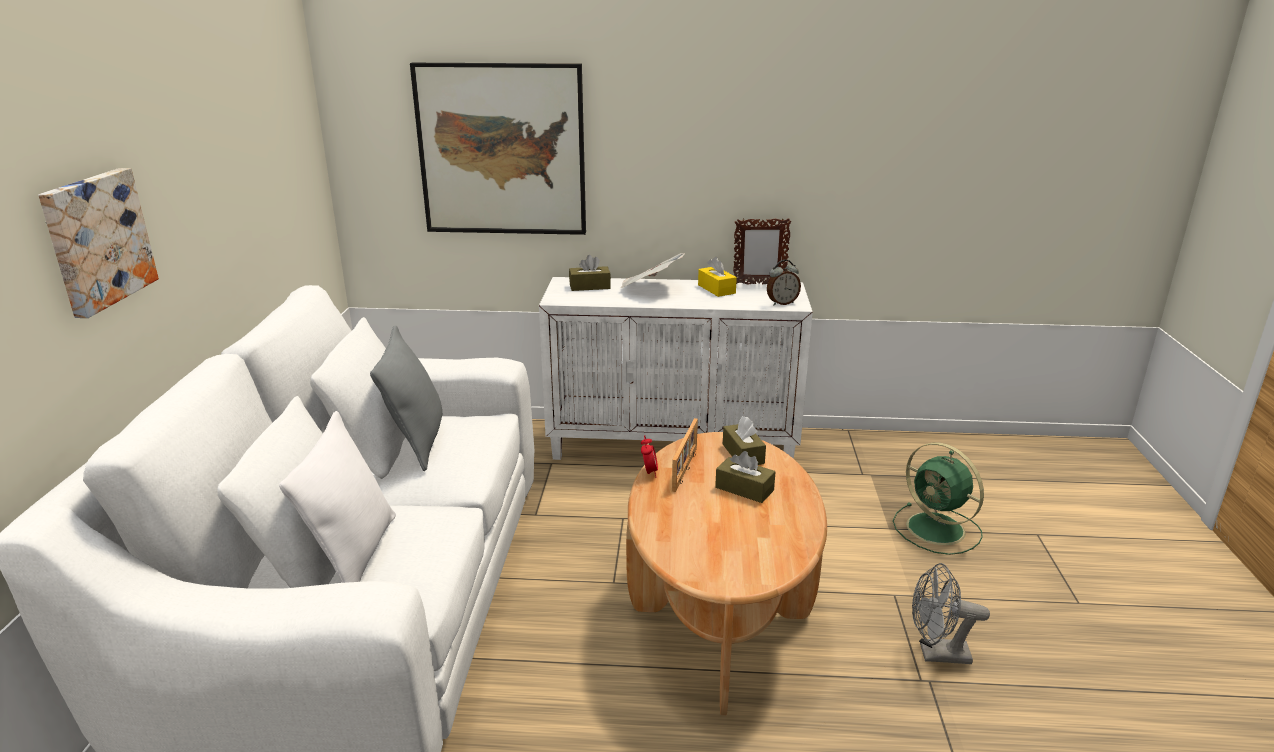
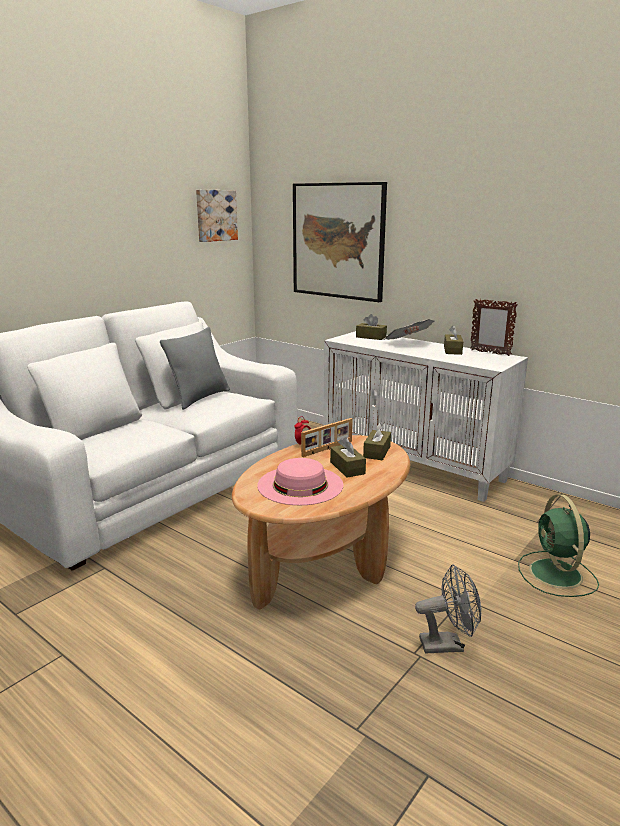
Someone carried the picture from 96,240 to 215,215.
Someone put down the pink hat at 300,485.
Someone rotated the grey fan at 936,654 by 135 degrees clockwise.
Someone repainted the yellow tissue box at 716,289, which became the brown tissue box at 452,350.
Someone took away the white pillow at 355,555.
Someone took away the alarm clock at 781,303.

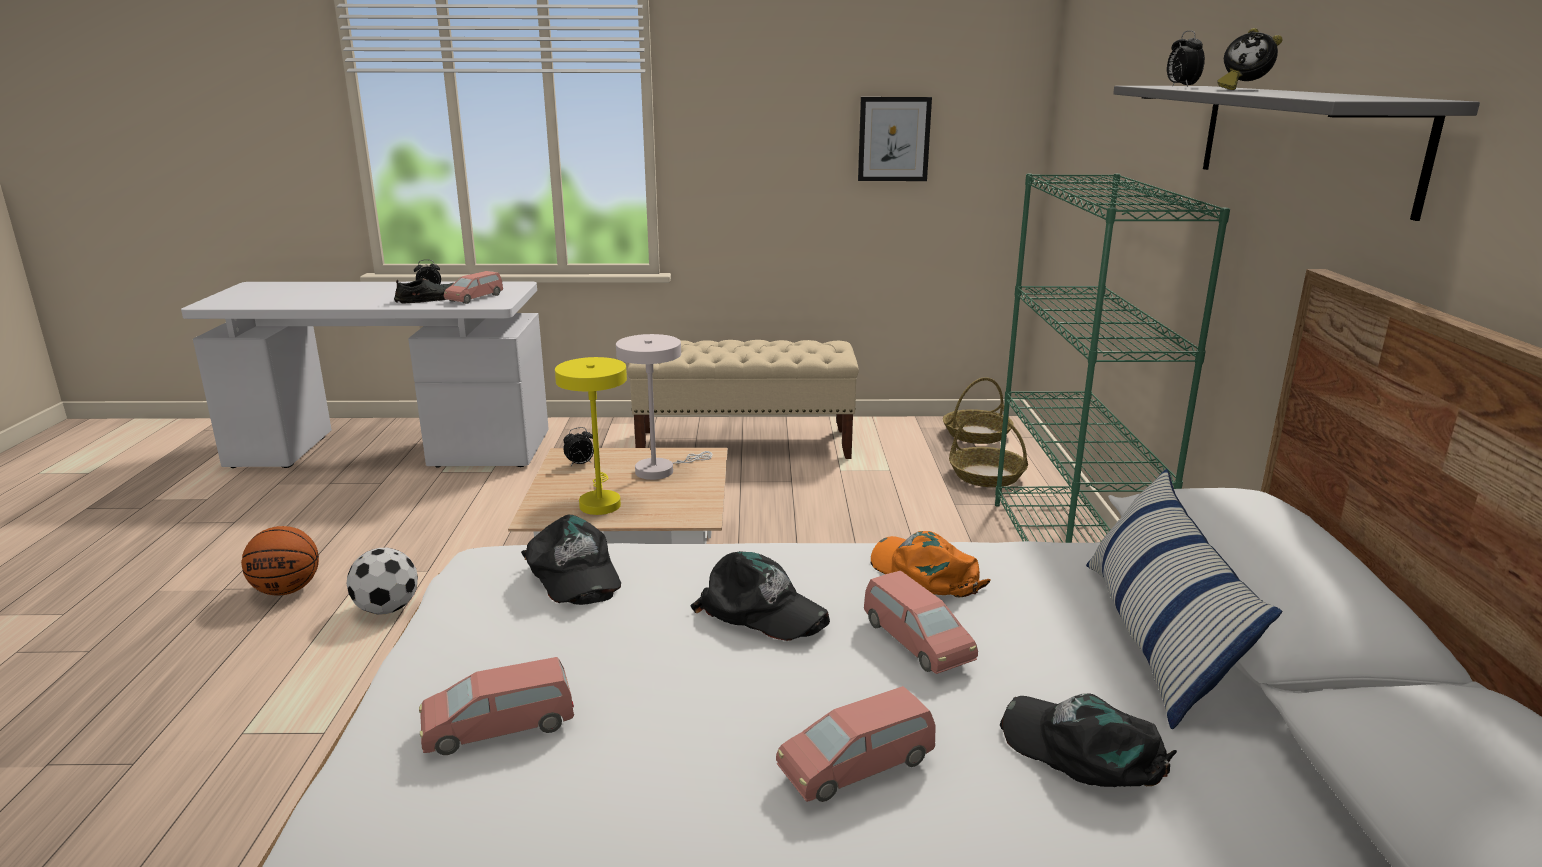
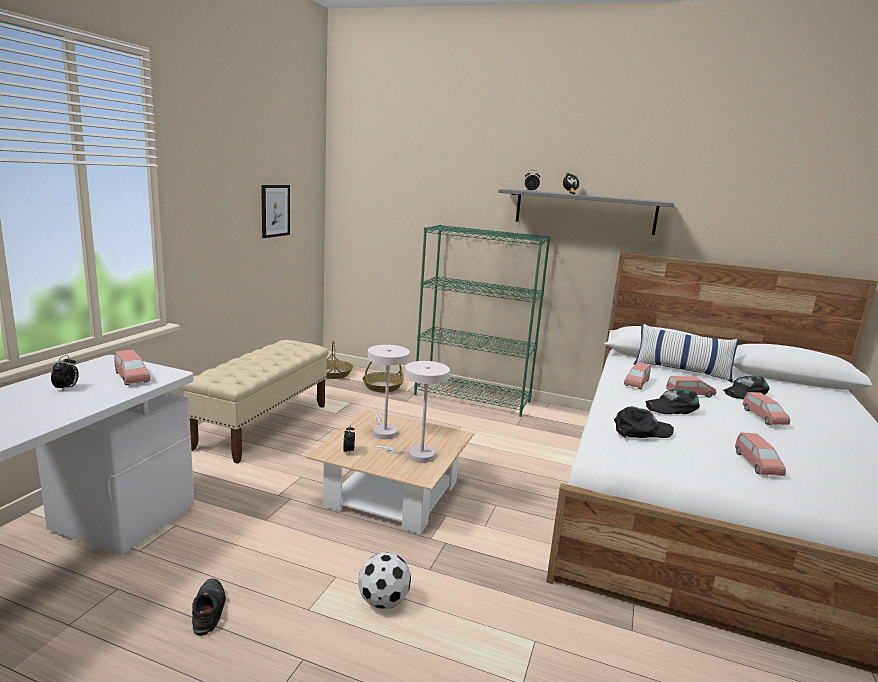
Someone carried the black shoe from 429,298 to 208,609.
Someone repainted the yellow table lamp at 599,502, which became the white table lamp at 416,455.
Someone swapped the orange cap at 924,573 for the pink toy car at 636,383.
Someone rotated the black cap at 761,610 by 150 degrees counterclockwise.
Someone took away the basketball at 287,590.

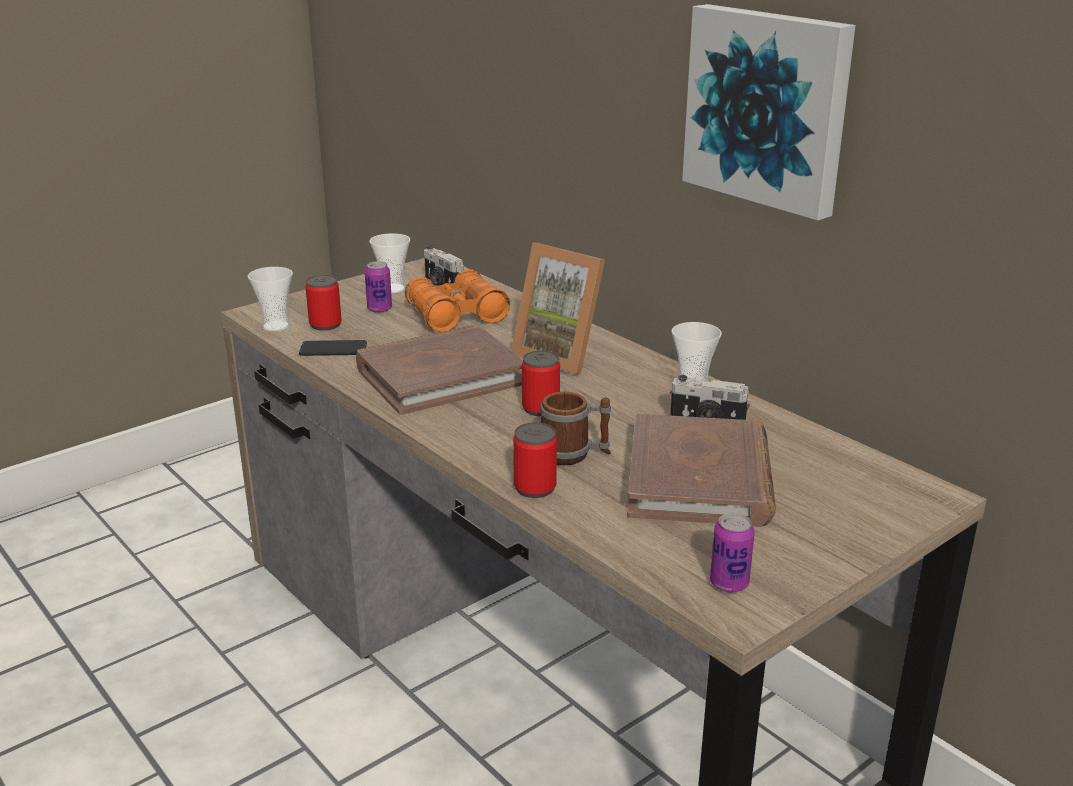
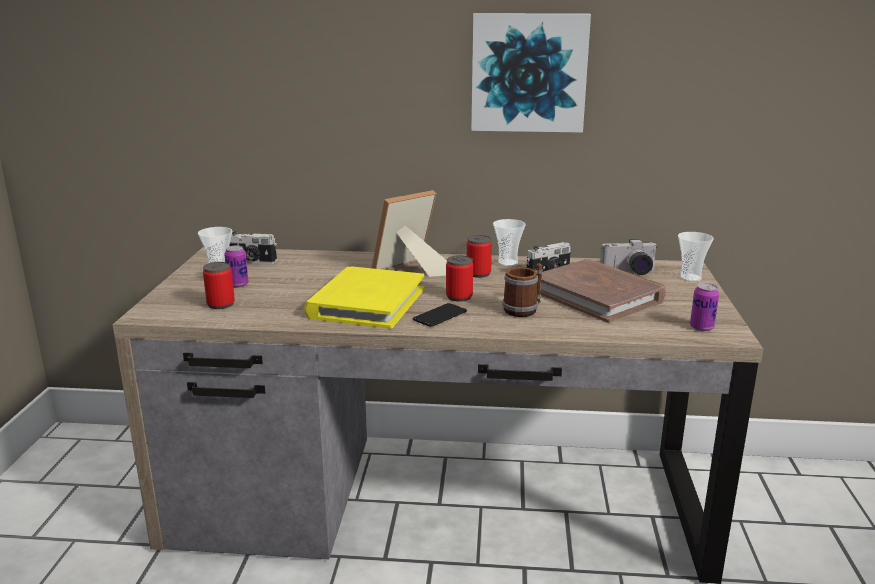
Someone repainted the brown book at 440,376, which became the yellow book at 367,303.
Someone rotated the picture frame at 562,354 by 150 degrees clockwise.
Someone carried the phone from 333,349 to 440,316.
Someone carried the can from 535,488 to 478,273.
Someone put down the photo camera at 629,272.
Someone carried the cup from 276,326 to 690,278.
Someone took away the orange binoculars at 456,315.

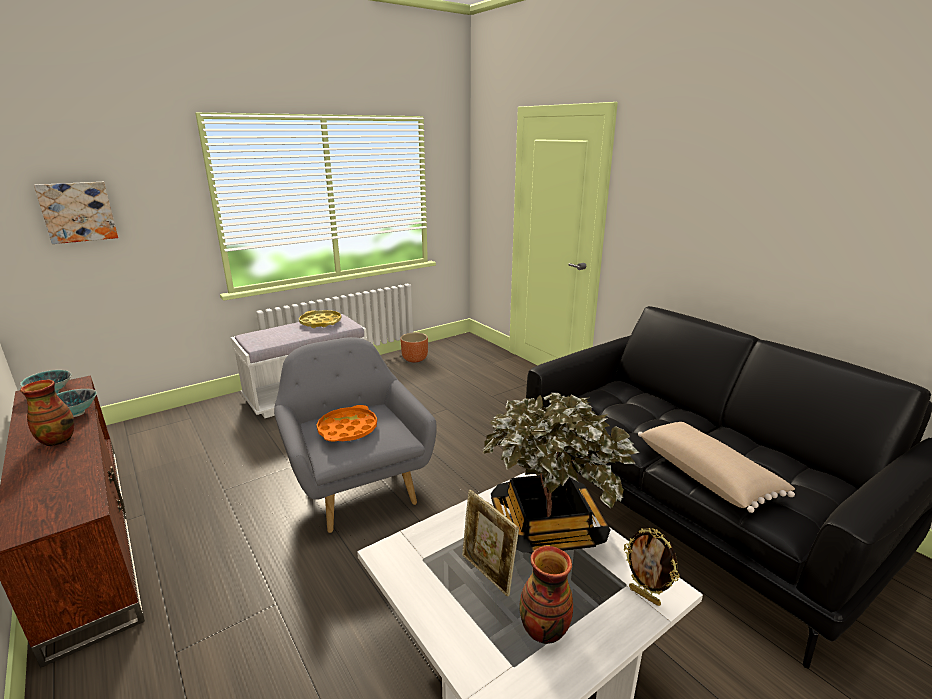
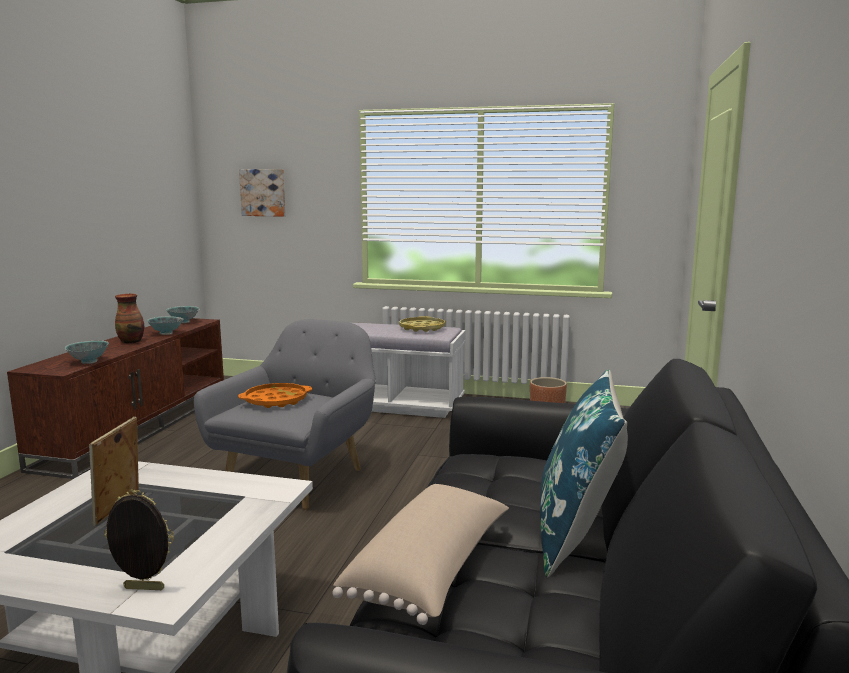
Someone put down the bowl at 89,362.
Someone rotated the picture frame at 645,596 by 90 degrees clockwise.
Someone put down the blue pillow at 576,535.
Someone took away the potted plant at 546,525.
Someone took away the vase at 543,630.

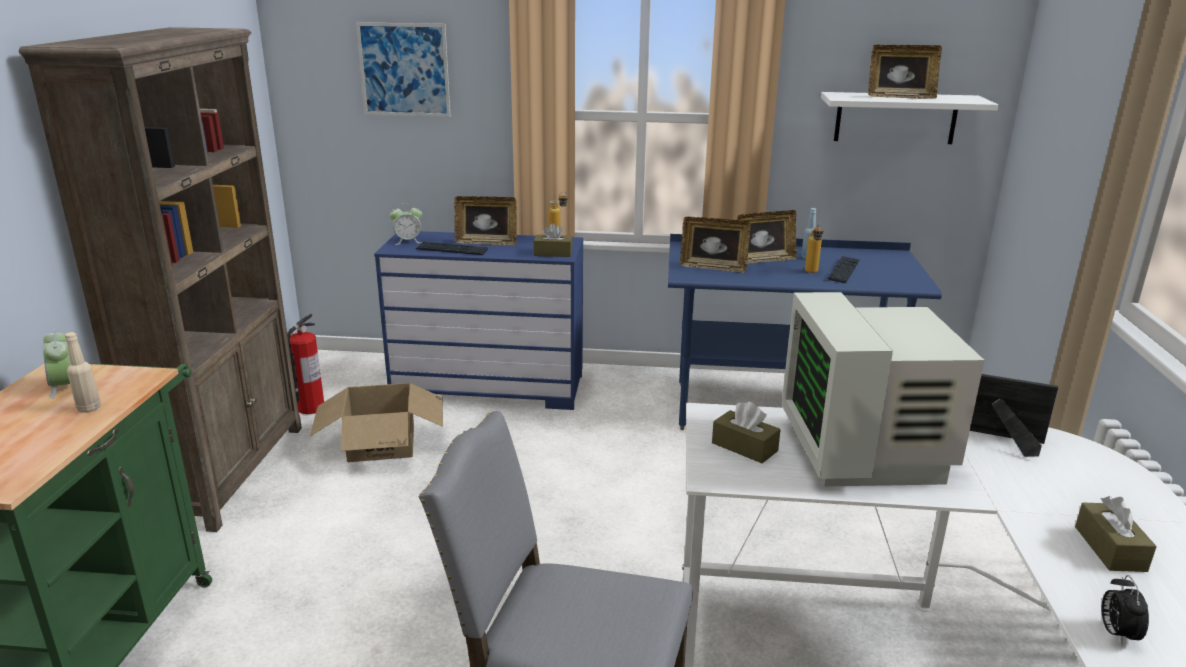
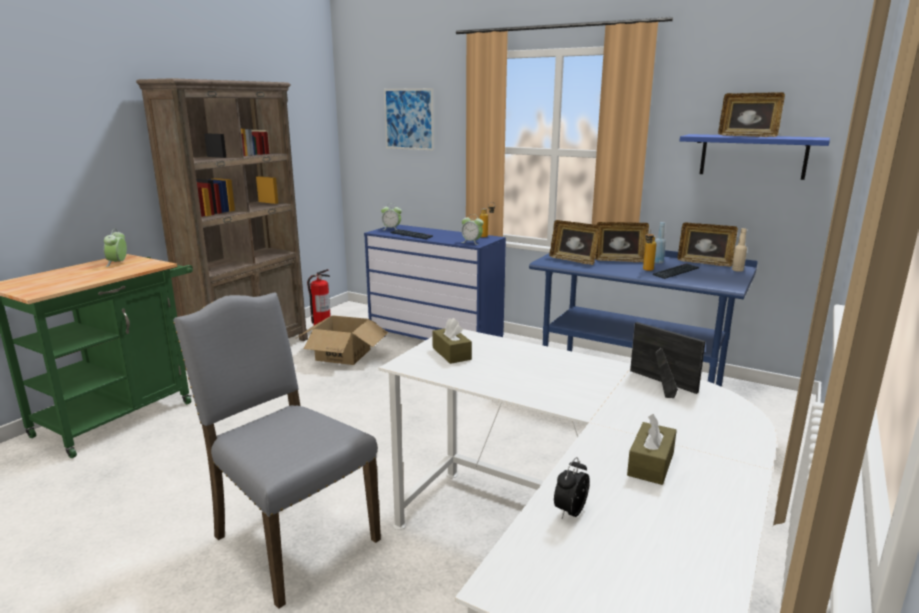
Someone swapped the brown tissue box at 553,253 for the alarm clock at 472,242.
Someone carried the picture frame from 486,242 to 704,263.
Someone repainted the white shelf at 895,118, which became the blue shelf at 753,156.
Someone carried the beige bottle from 89,408 to 737,270.
Someone took away the monitor at 866,452.

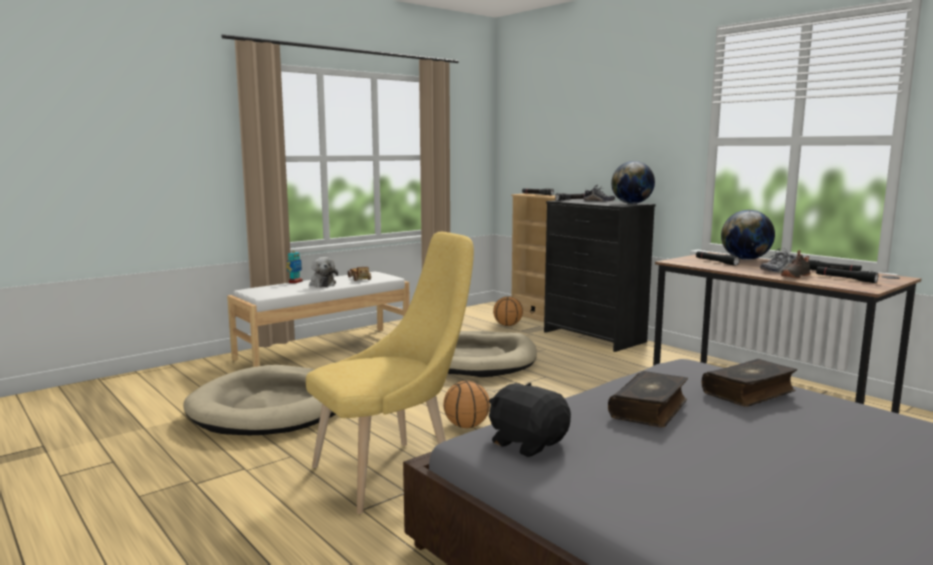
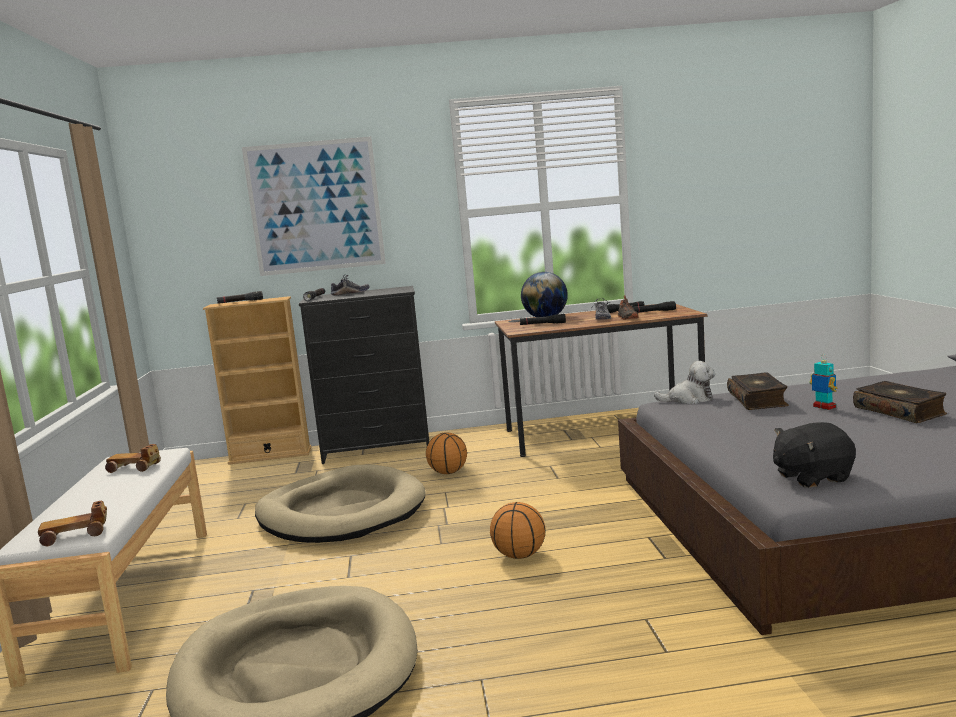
Someone put down the toy car at 76,535.
Someone put up the picture at 315,206.
Someone carried the basketball from 508,325 to 448,472.
Someone carried the plush toy from 322,284 to 689,400.
Someone carried the toy robot from 295,282 to 824,407.
Someone carried the book from 650,409 to 899,411.
Someone took away the yellow chair at 392,472.
Someone took away the globe at 632,203.

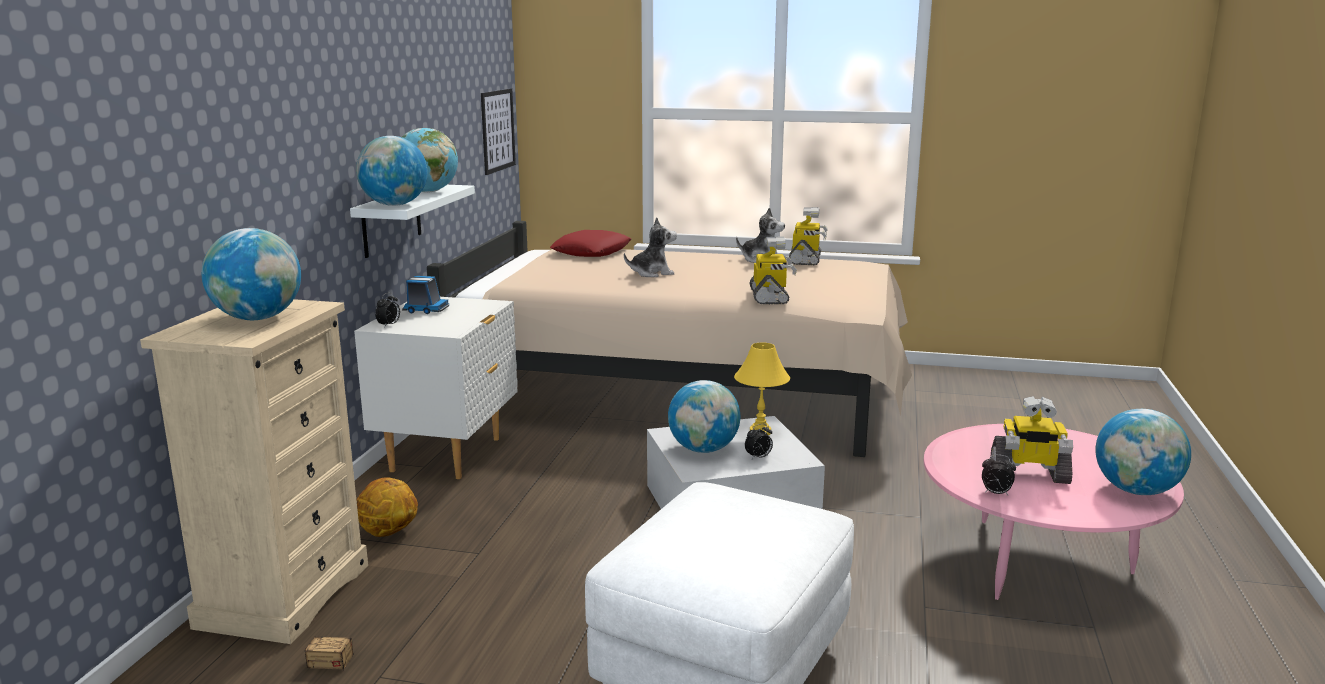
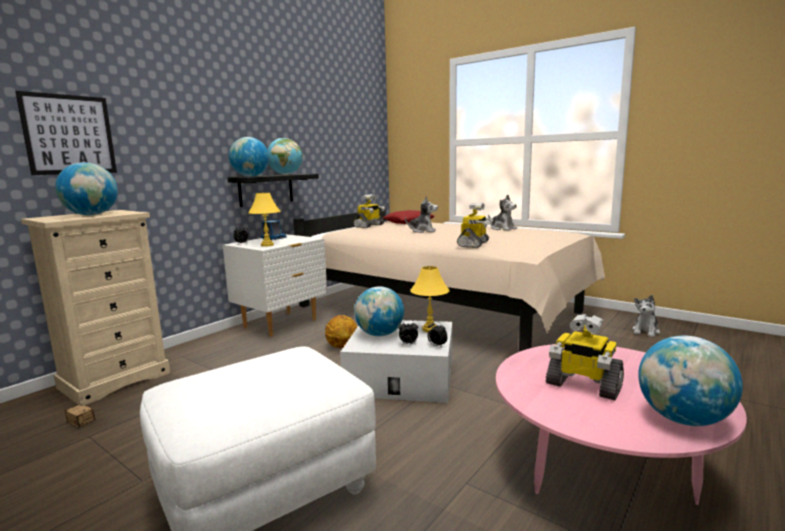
Someone carried the picture from 498,130 to 69,135.
Someone repainted the white shelf at 391,220, which became the black shelf at 266,189.
Someone put down the yellow table lamp at 267,245.
Someone carried the basketball from 388,533 to 342,346.
Someone carried the toy robot from 806,260 to 369,226.
Someone carried the alarm clock from 995,493 to 436,346.
Someone put down the plush toy at 645,331.

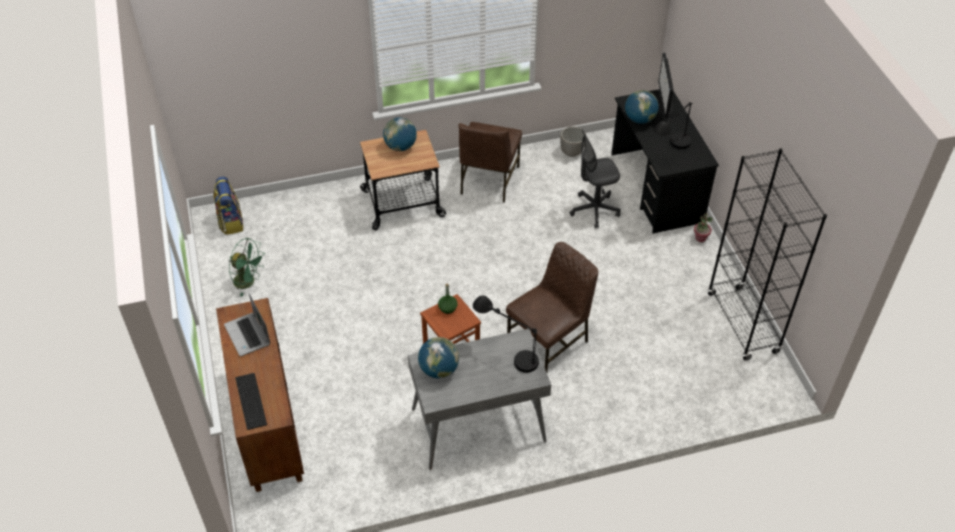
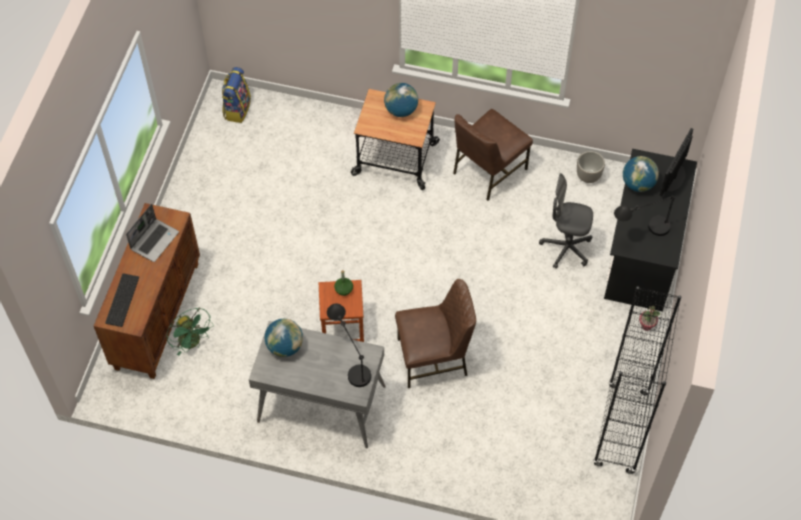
Someone rotated the laptop at 248,335 by 150 degrees counterclockwise.
Someone carried the green fan from 249,282 to 193,342.

